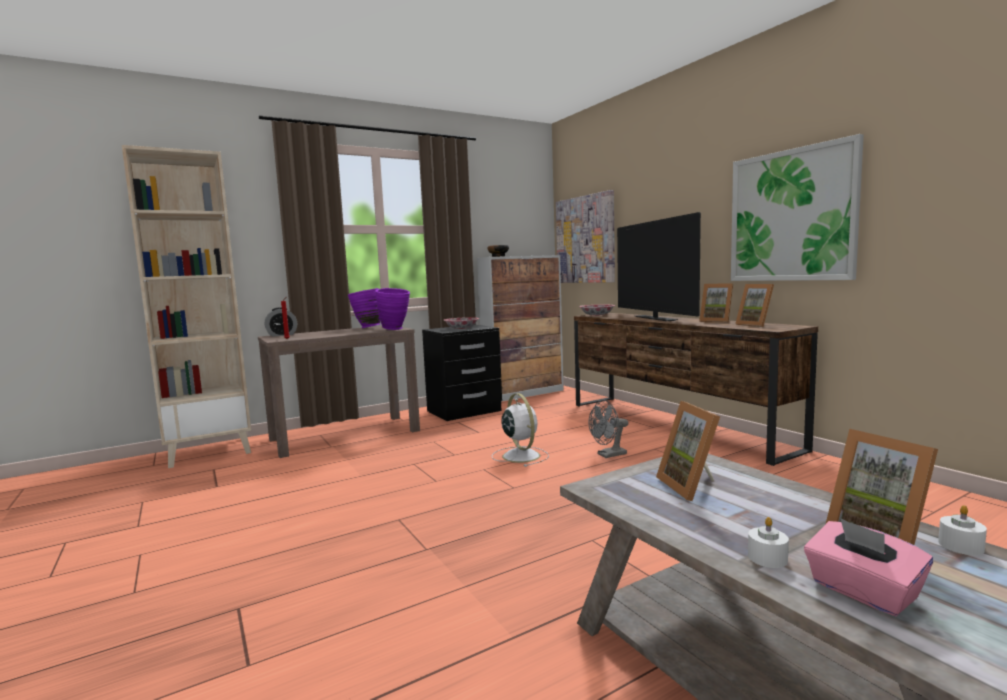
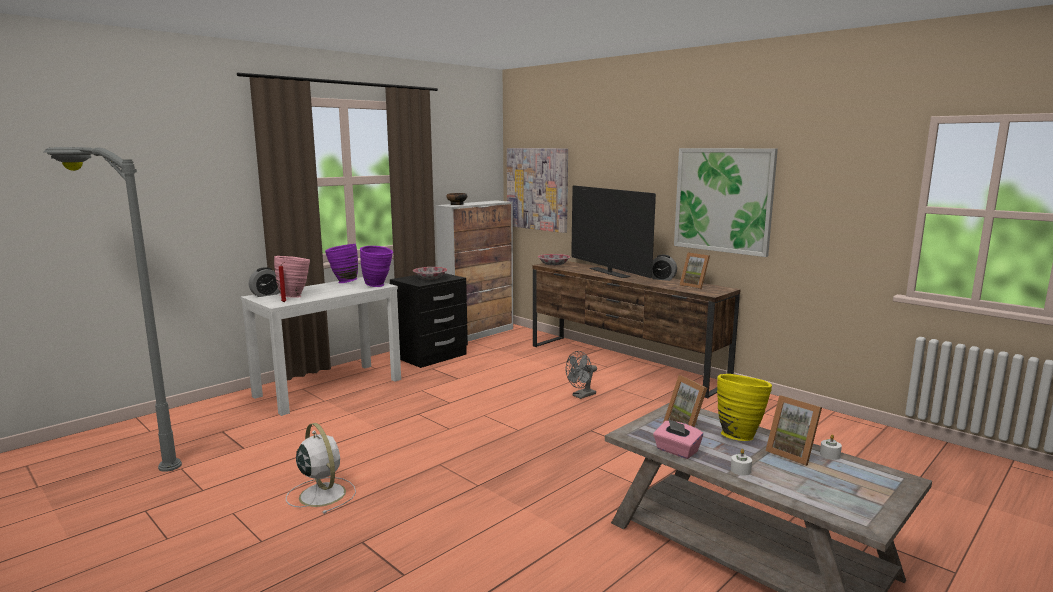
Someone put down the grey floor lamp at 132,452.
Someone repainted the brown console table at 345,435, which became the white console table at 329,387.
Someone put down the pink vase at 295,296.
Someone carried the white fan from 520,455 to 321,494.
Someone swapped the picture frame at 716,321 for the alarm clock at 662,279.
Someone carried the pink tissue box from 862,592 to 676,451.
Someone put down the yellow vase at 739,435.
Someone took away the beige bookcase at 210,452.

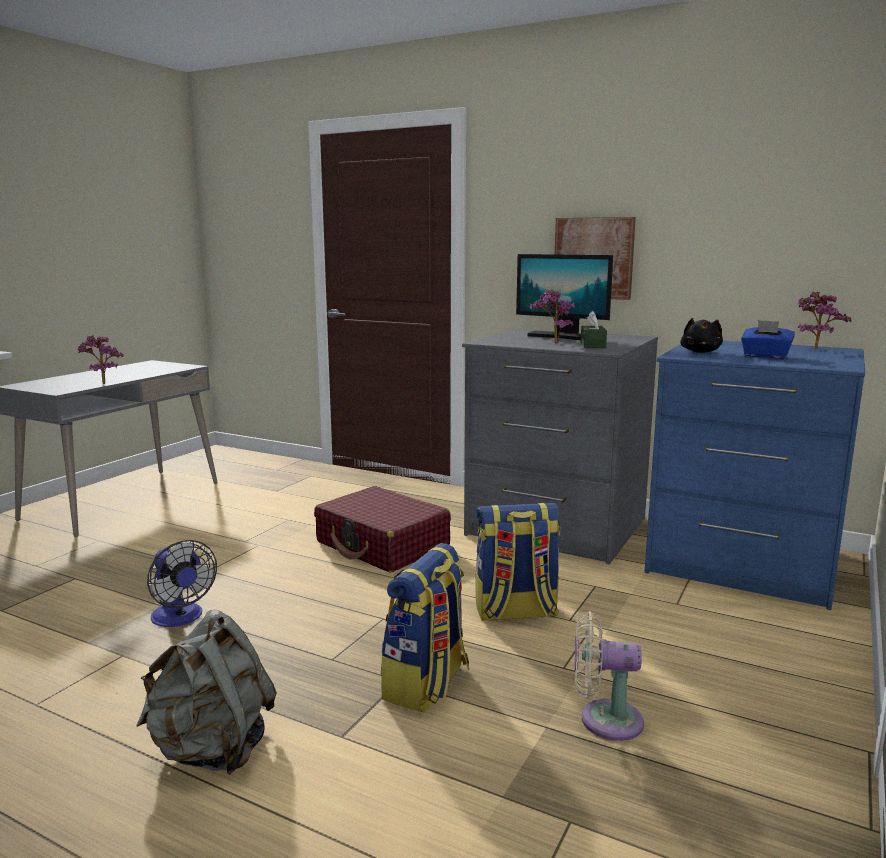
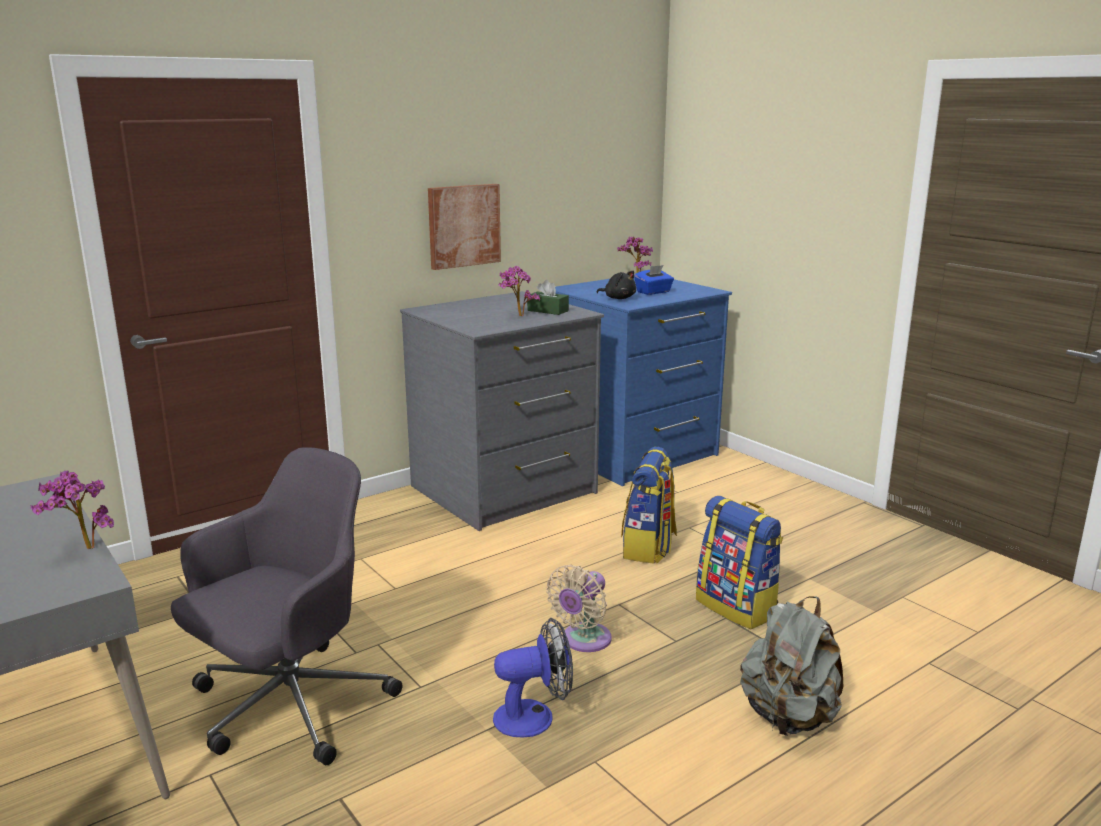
Someone put down the grey office chair at 289,706.
Someone carried the beige fan from 604,720 to 583,641.
Someone took away the red suitcase at 382,545.
Someone took away the monitor at 561,336.

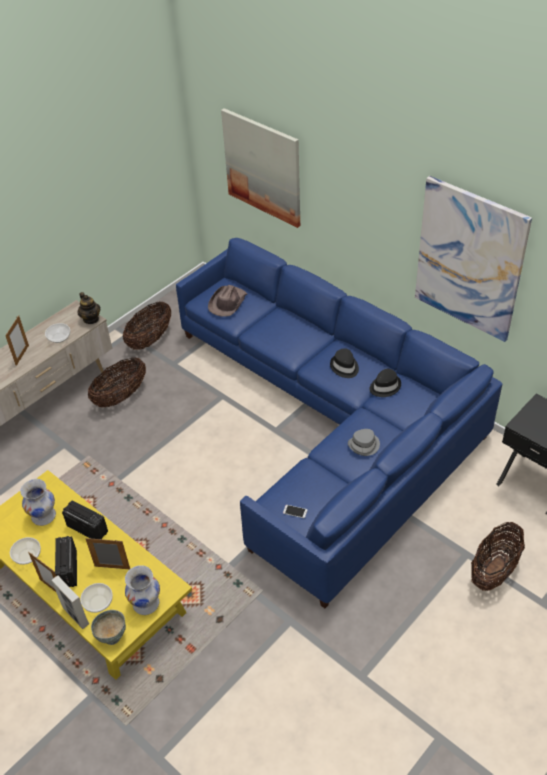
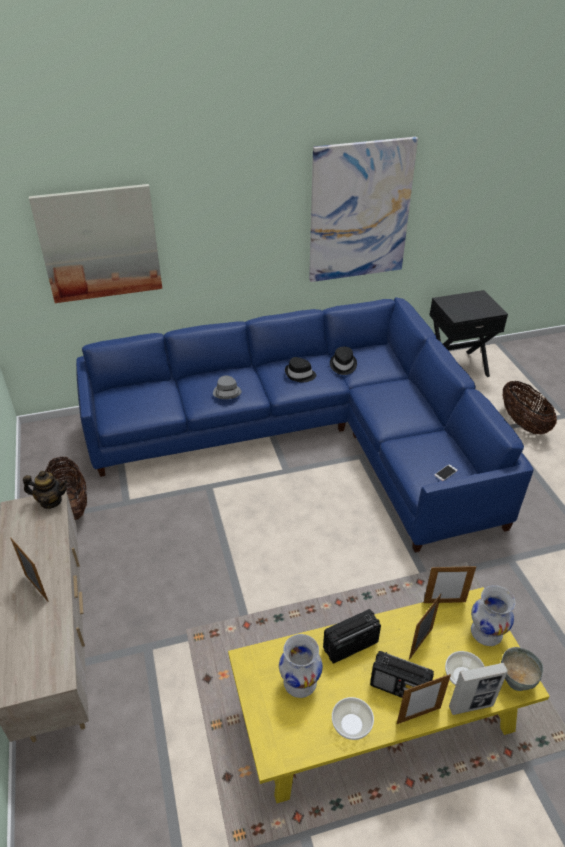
Someone carried the grey hat from 364,445 to 227,392.
Someone put down the picture frame at 444,602.
Someone took away the bowl at 59,338.
Someone took away the basket at 121,396.
Someone took away the brown hat at 227,303.

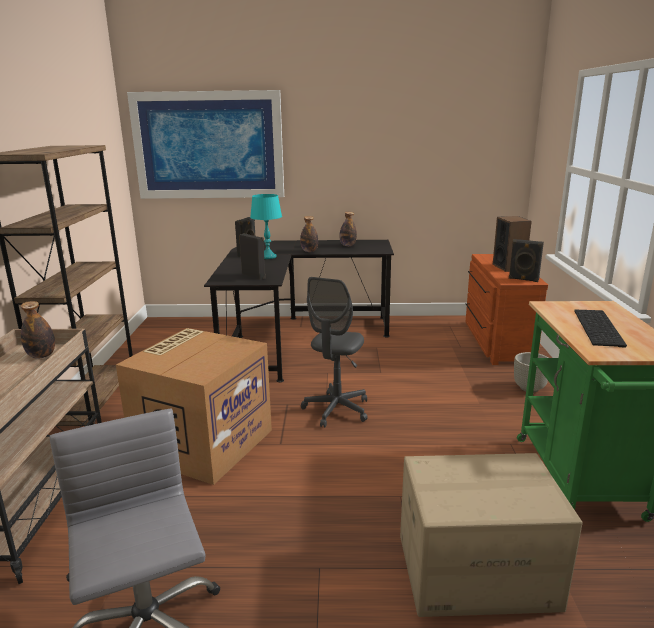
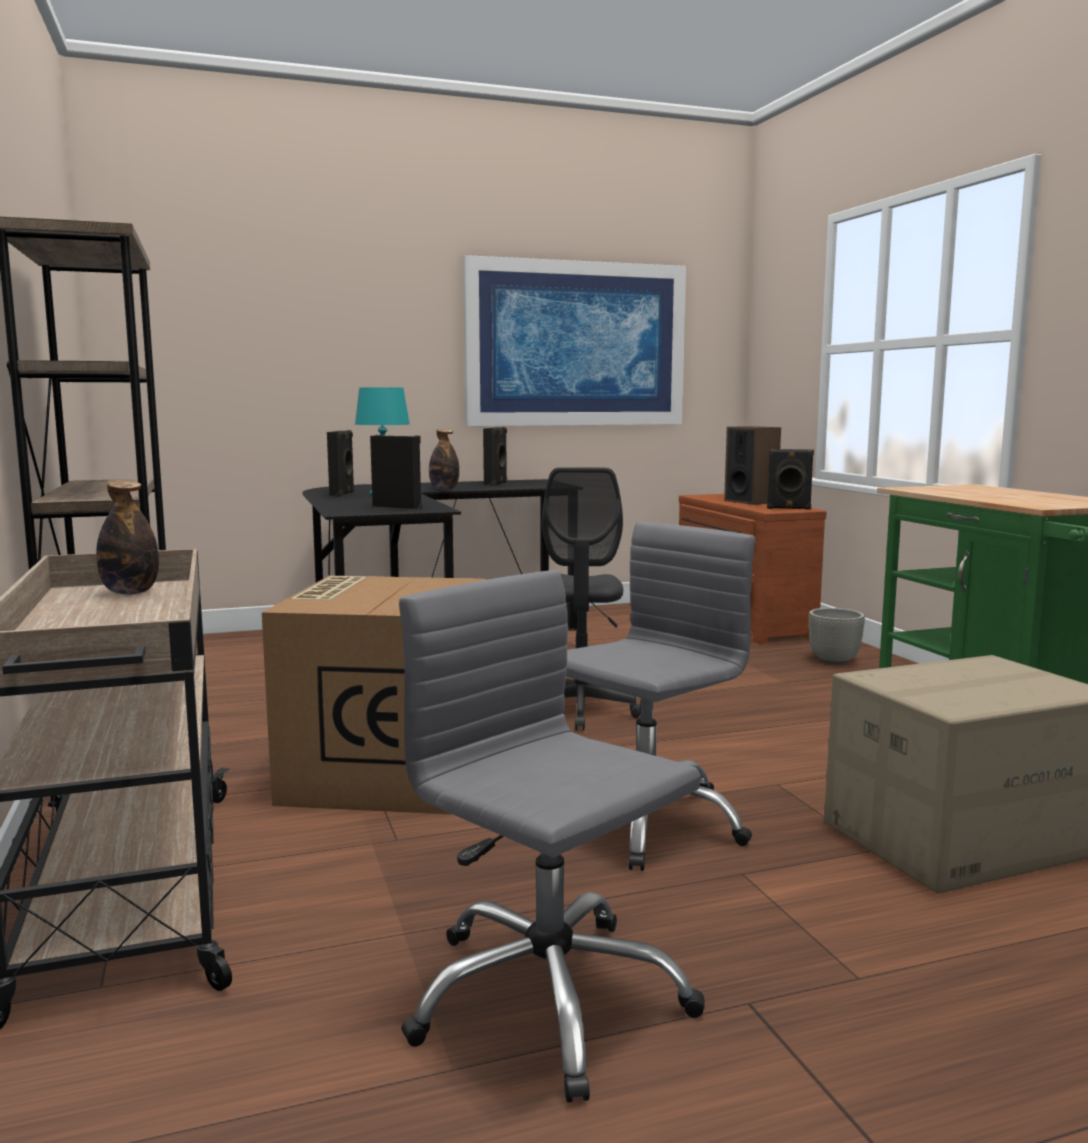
Someone carried the picture from 208,145 to 576,344.
Someone swapped the bottle at 347,245 for the black speaker at 496,484.
Someone put down the grey office chair at 644,821.
Someone took away the keyboard at 600,328.

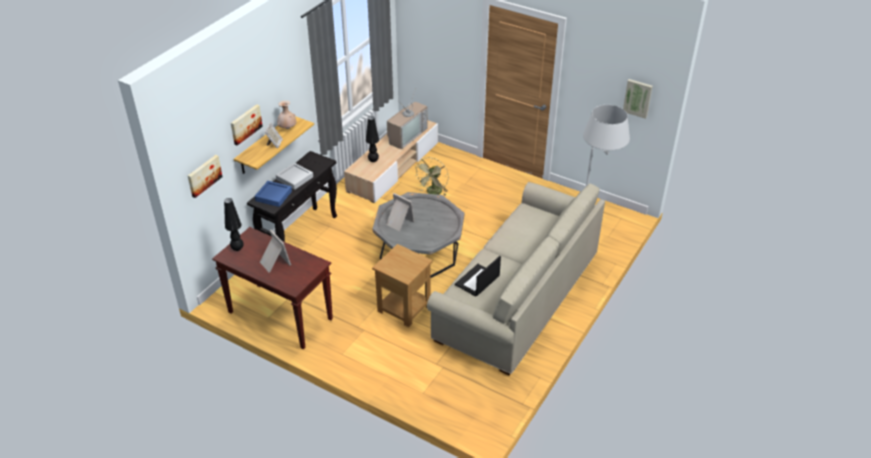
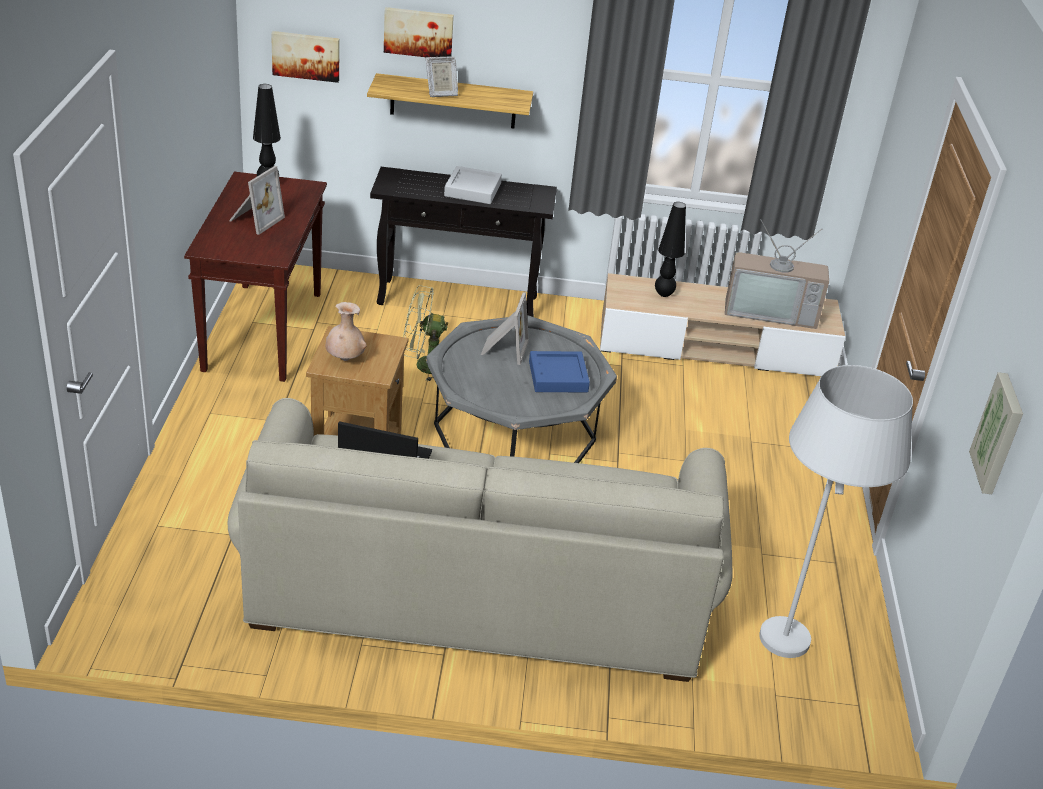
Someone carried the beige vase from 287,128 to 345,359.
Someone carried the green fan from 433,193 to 424,366.
Someone carried the blue tray from 273,196 to 558,377.

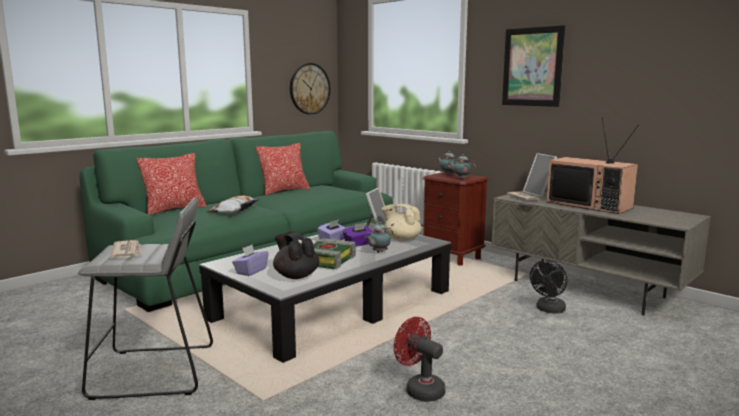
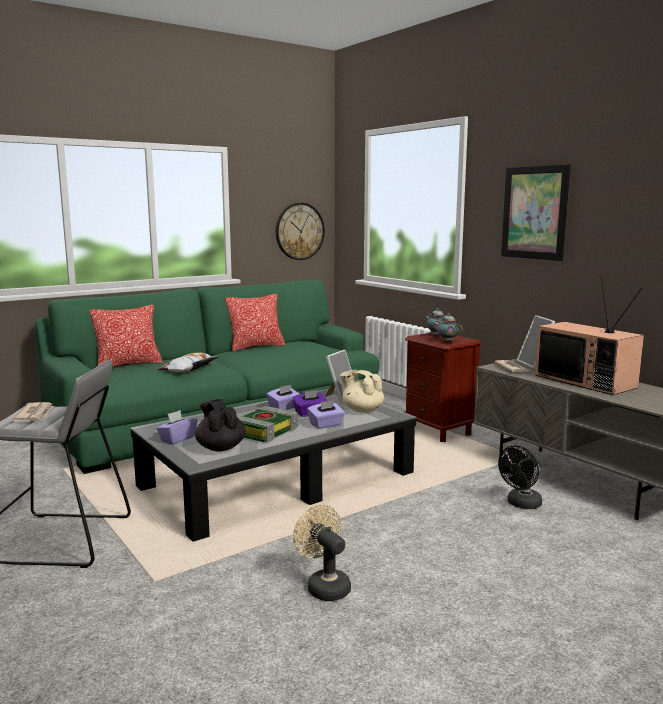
Someone repainted the red fan at 420,389, which became the beige fan at 324,586.
Someone swapped the teapot at 378,252 for the purple tissue box at 326,425.

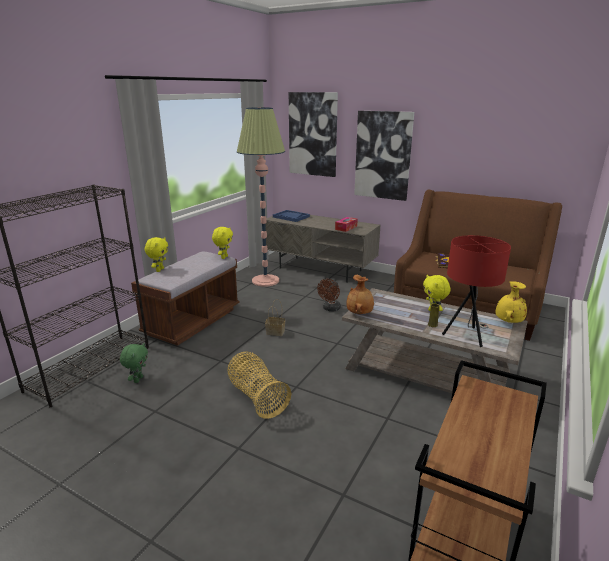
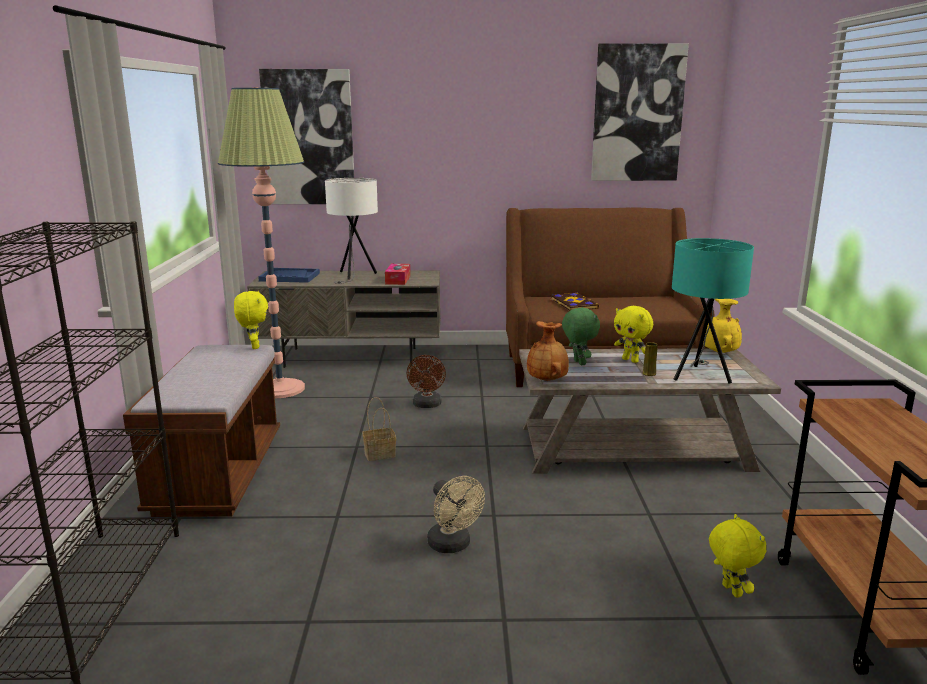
Someone put down the white table lamp at 354,276.
Someone swapped the basket at 257,397 for the beige fan at 453,546.
Someone carried the green plush toy from 138,379 to 578,363.
Someone carried the picture from 383,155 to 637,113.
Someone repainted the red table lamp at 467,336, which became the turquoise table lamp at 700,376.
Someone carried the yellow plush toy from 159,270 to 730,591.

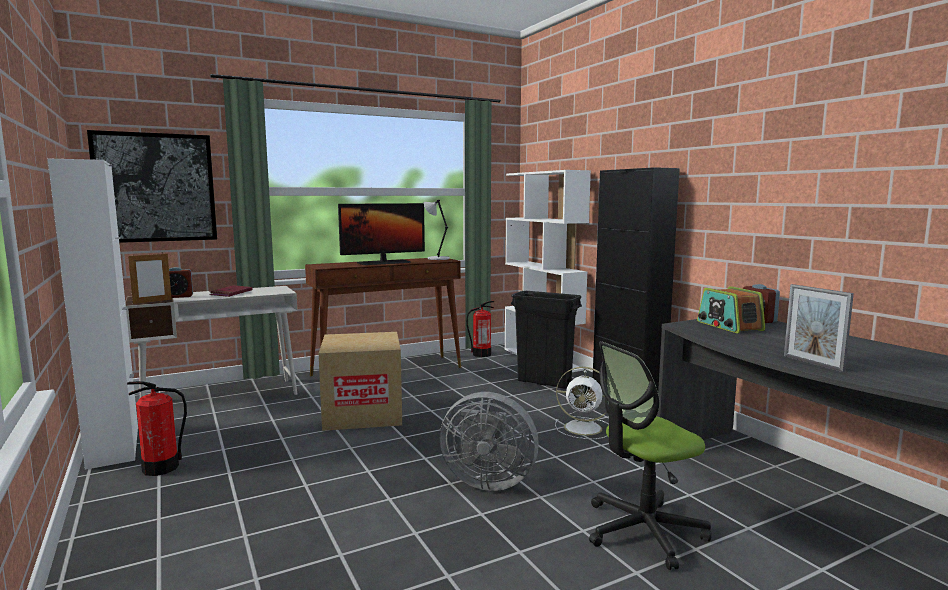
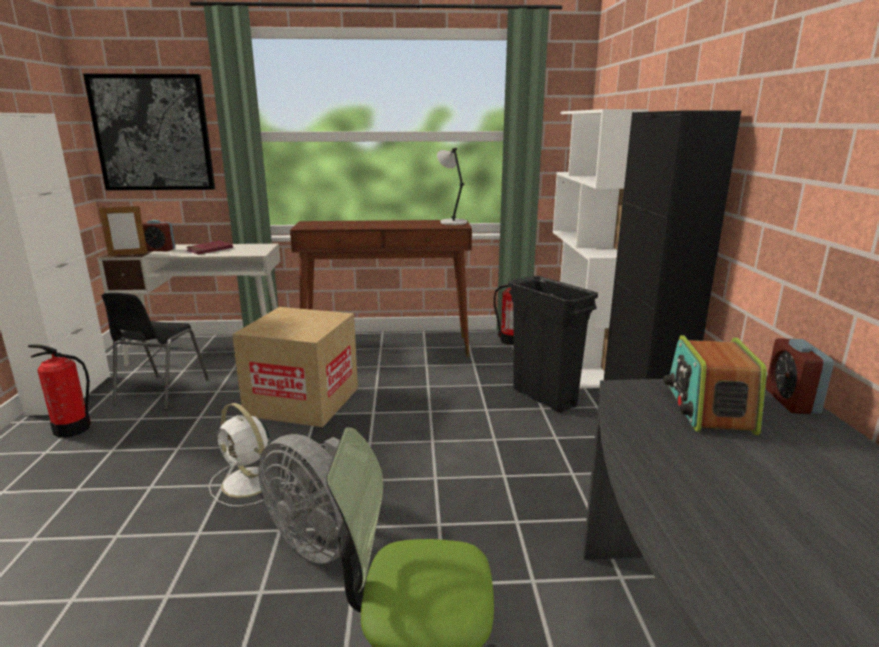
Someone put down the black chair at 161,392.
Someone carried the white fan from 584,428 to 249,483.
Someone took away the monitor at 383,262.
Someone took away the picture frame at 812,363.

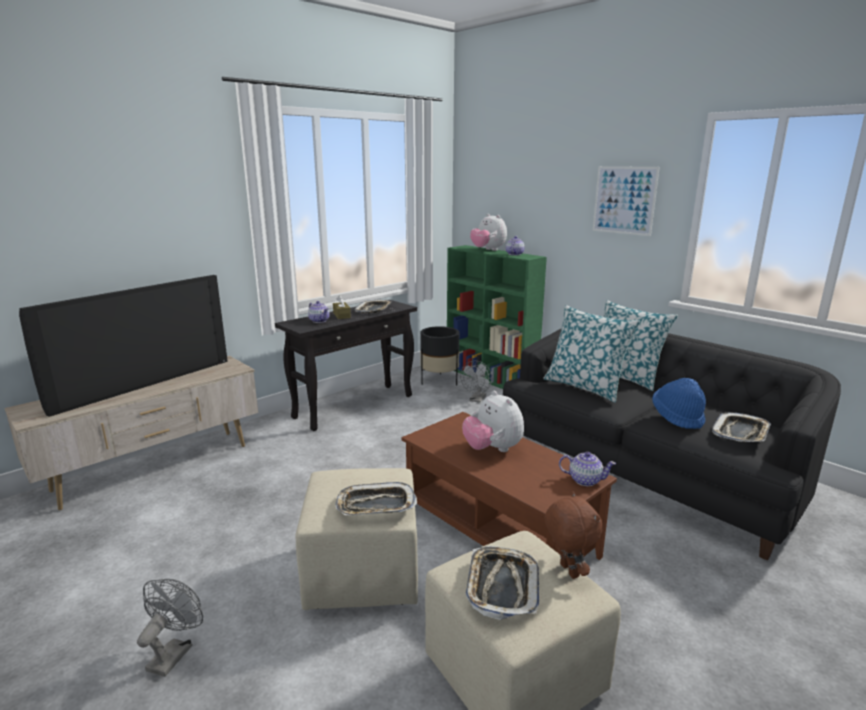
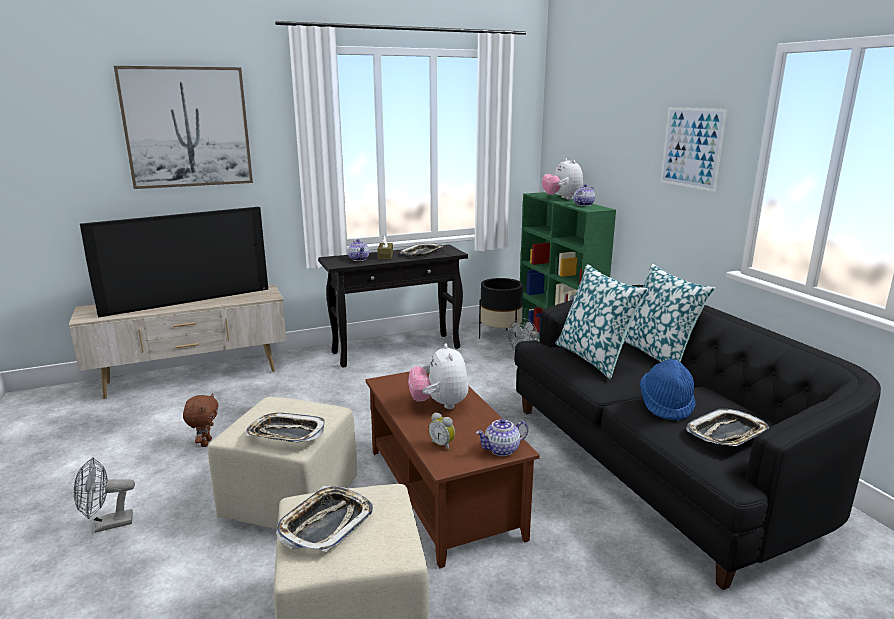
Someone rotated the grey fan at 174,652 by 150 degrees counterclockwise.
Someone put up the picture at 187,127.
Someone carried the brown plush toy from 567,571 to 205,443.
Someone put down the alarm clock at 443,445.
Someone rotated the teapot at 584,480 by 120 degrees clockwise.

